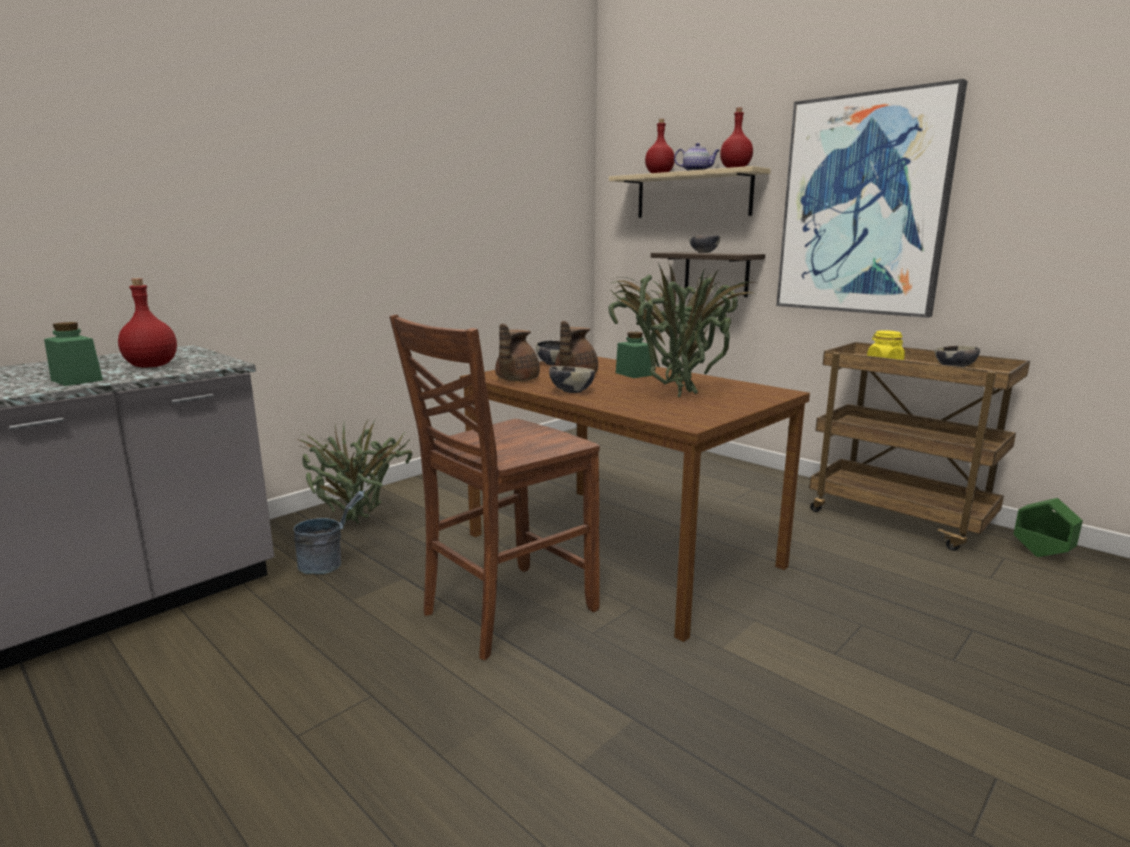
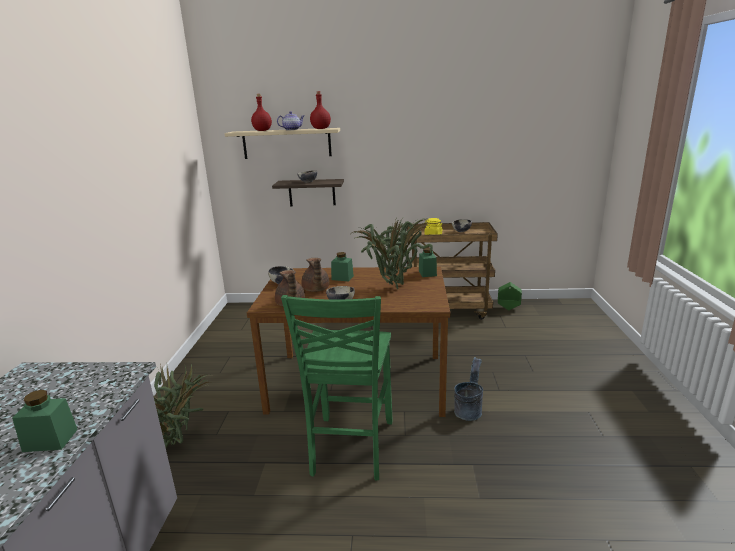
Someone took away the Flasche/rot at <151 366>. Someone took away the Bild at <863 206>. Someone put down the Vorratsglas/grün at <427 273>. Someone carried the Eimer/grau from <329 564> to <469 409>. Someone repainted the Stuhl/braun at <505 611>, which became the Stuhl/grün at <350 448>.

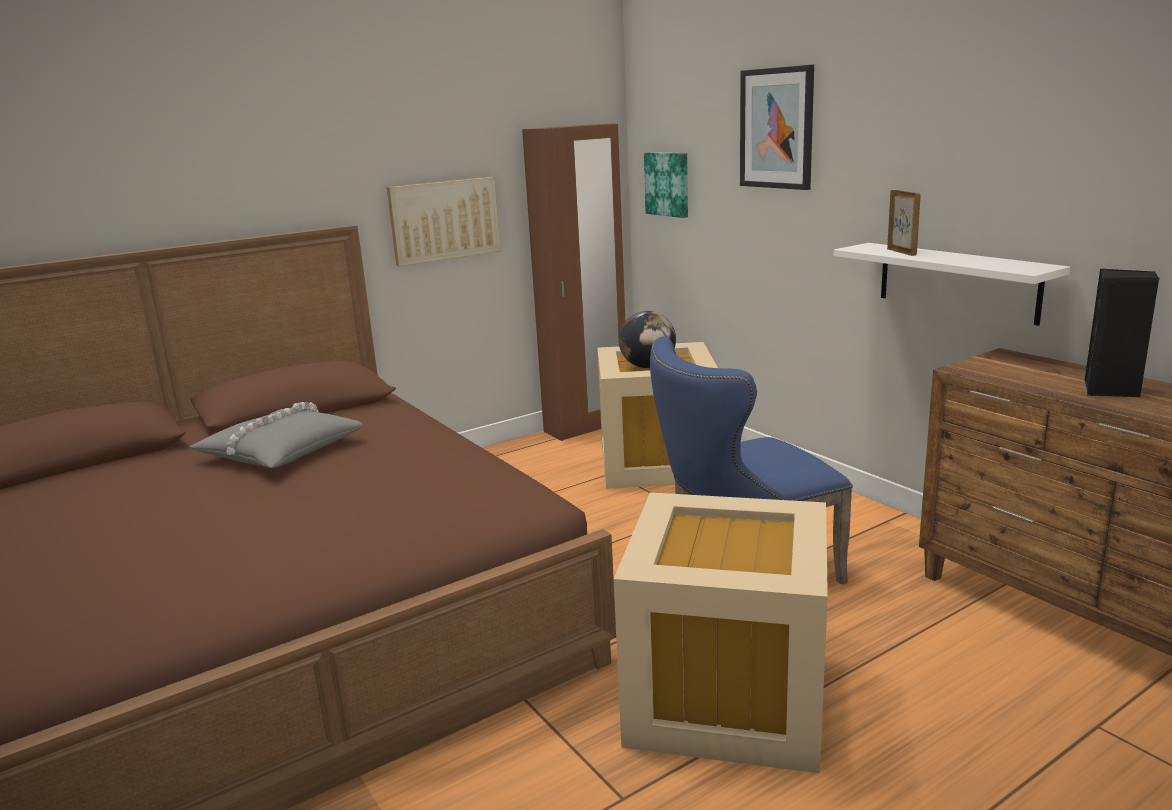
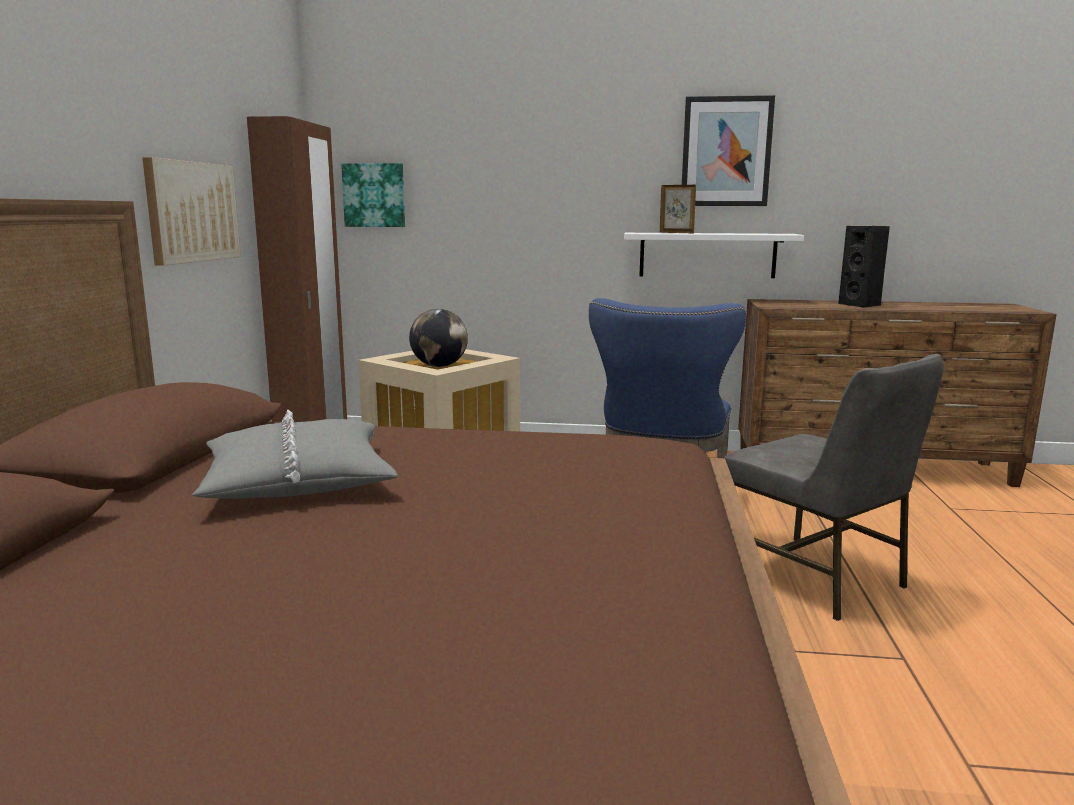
Someone carried the Bild from <776 128> to <726 152>. Someone swapped the Aufbewahrungsbox/beige at <723 699> for the Stuhl/grau at <815 577>.

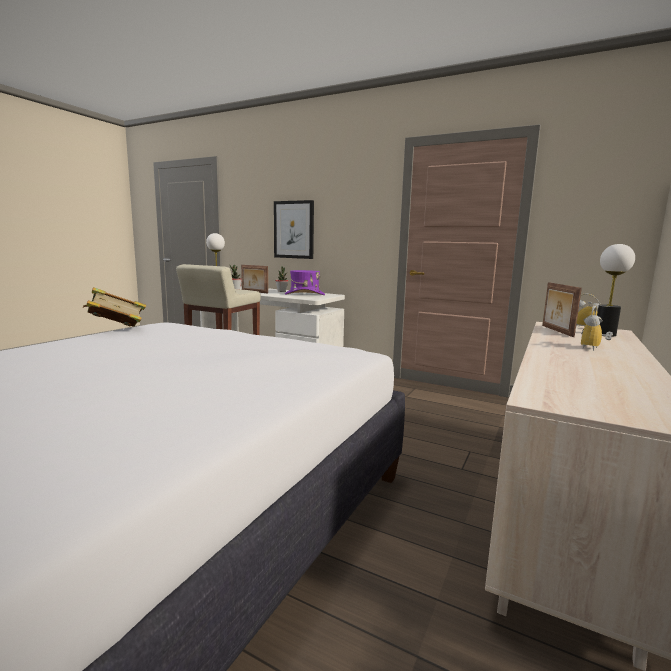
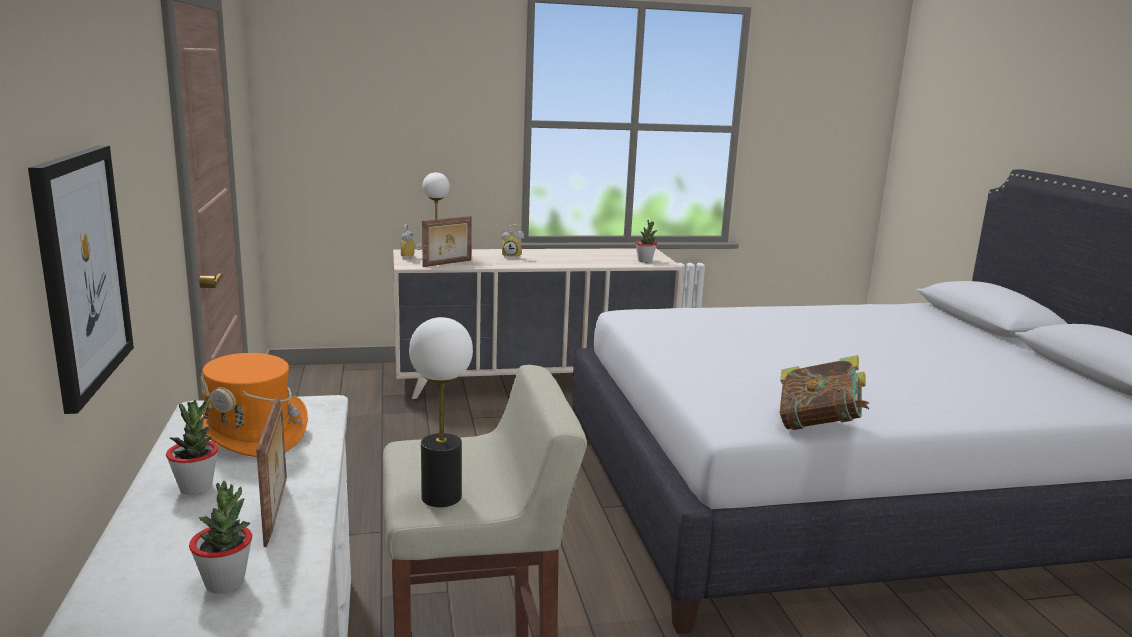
Someone put down the Topfpflanze at <645 261>. Someone repainted the Hut/lila at <304 294>, which became the Hut/orange at <251 434>.

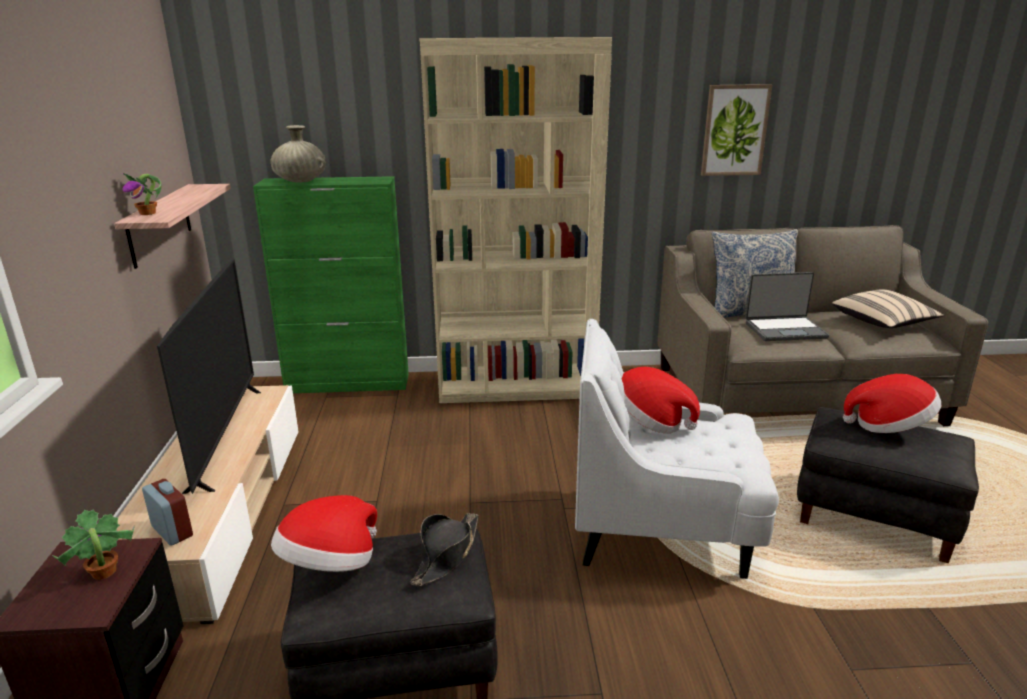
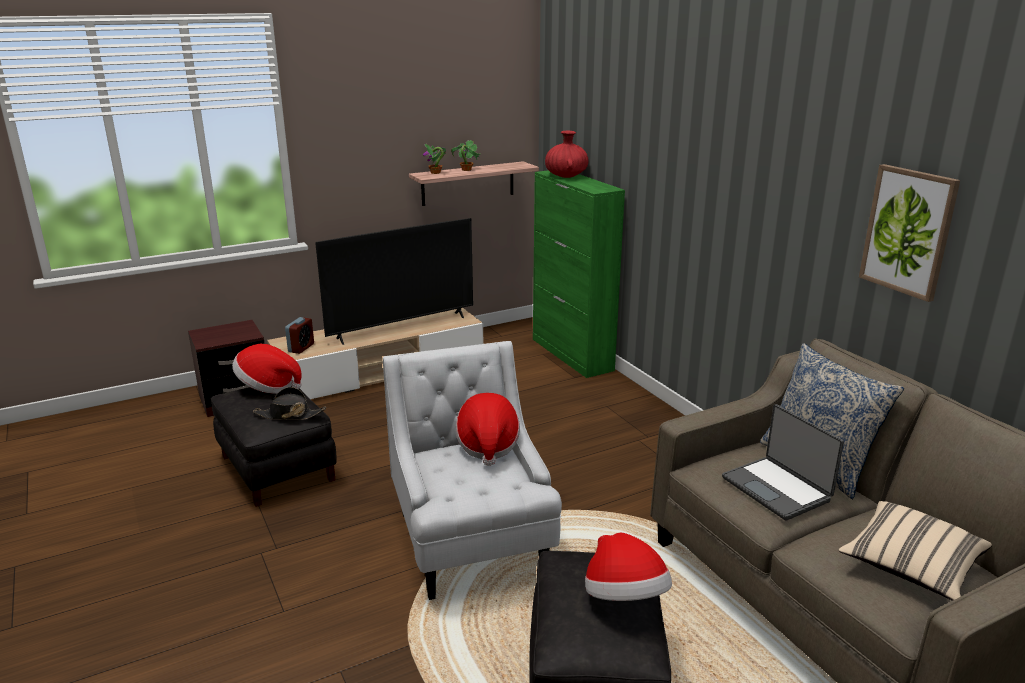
Someone took away the Bücherregal/beige at <516 386>. Someone carried the Topfpflanze from <103 572> to <466 170>. Someone repainted the Vase/beige at <300 181>, which became the Vase/rot at <566 176>.

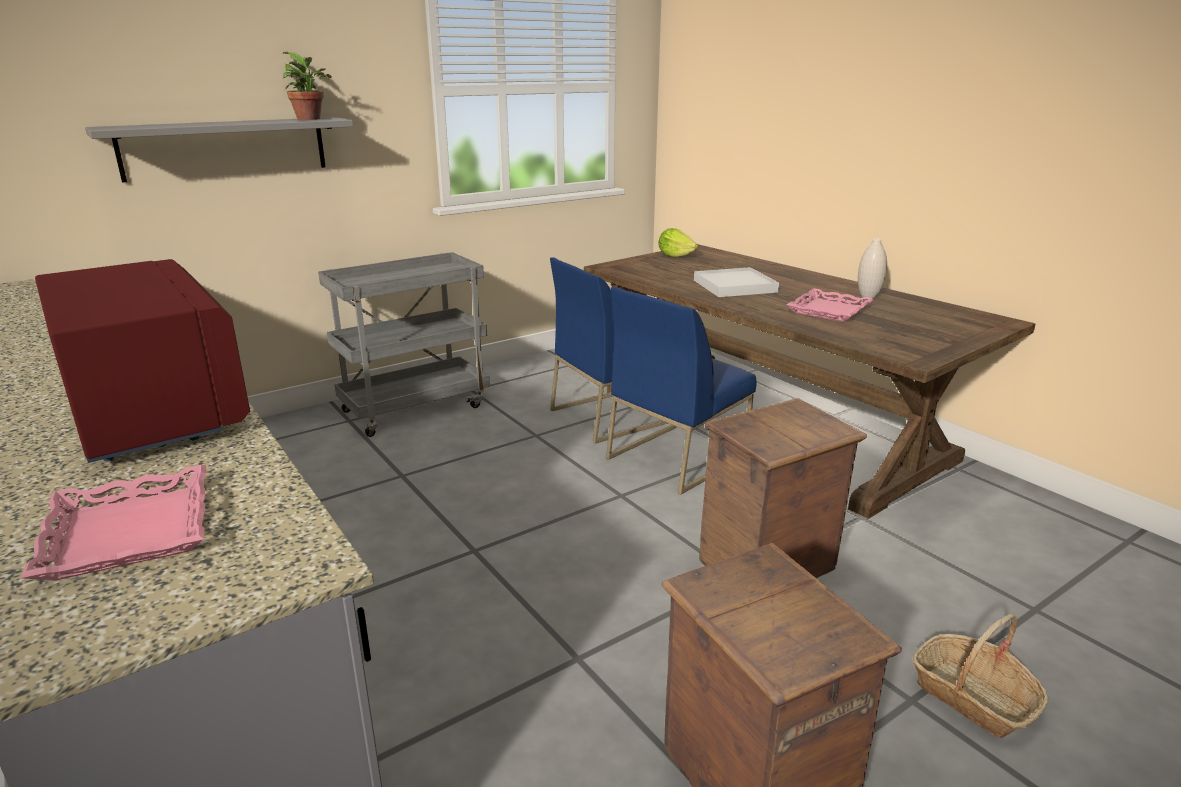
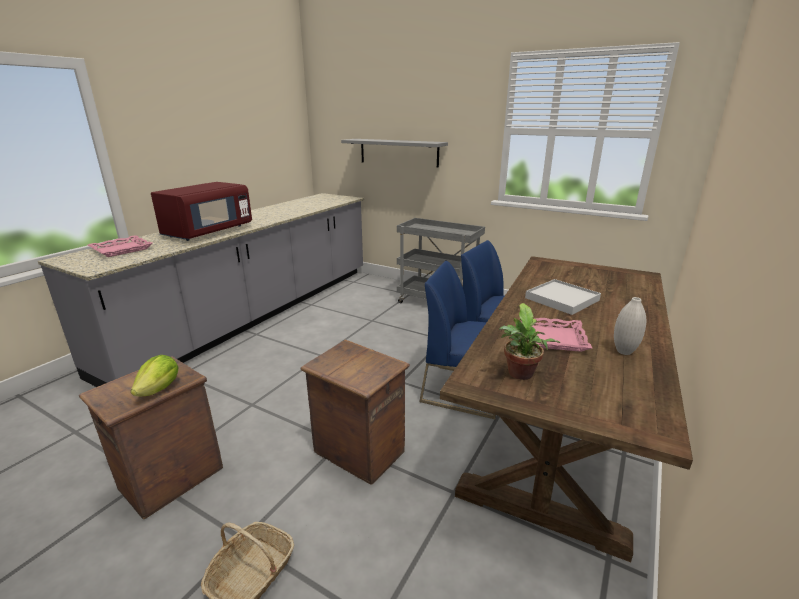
Someone carried the Topfpflanze from <311 119> to <520 375>. Someone carried the Salatkopf from <675 256> to <160 389>.

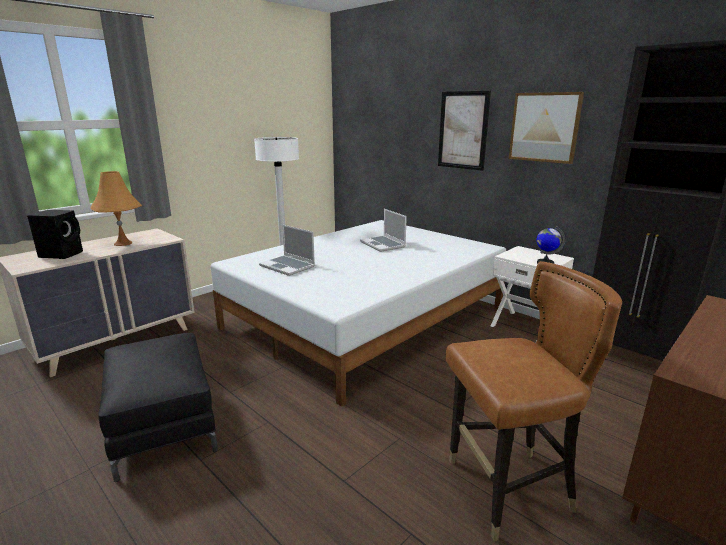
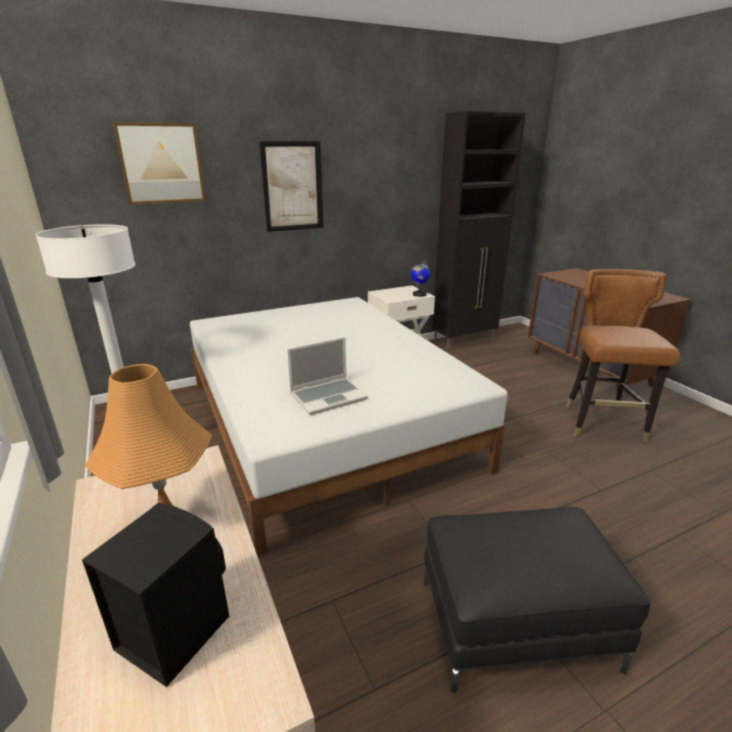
Someone took away the Laptop at <383 244>. Someone carried the Bild from <544 127> to <161 163>.

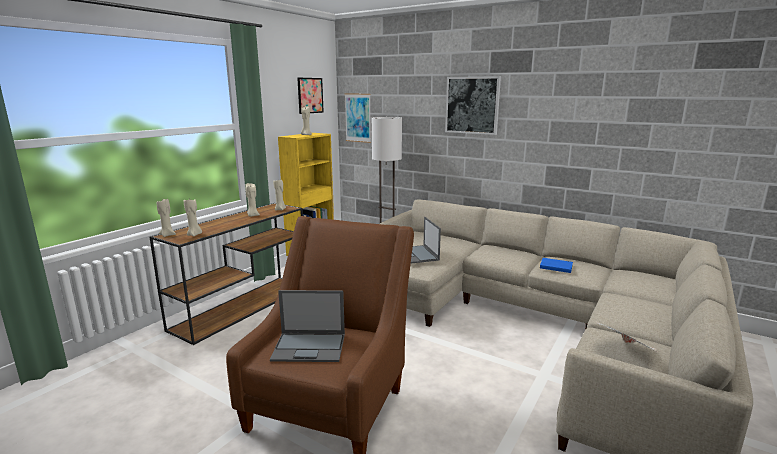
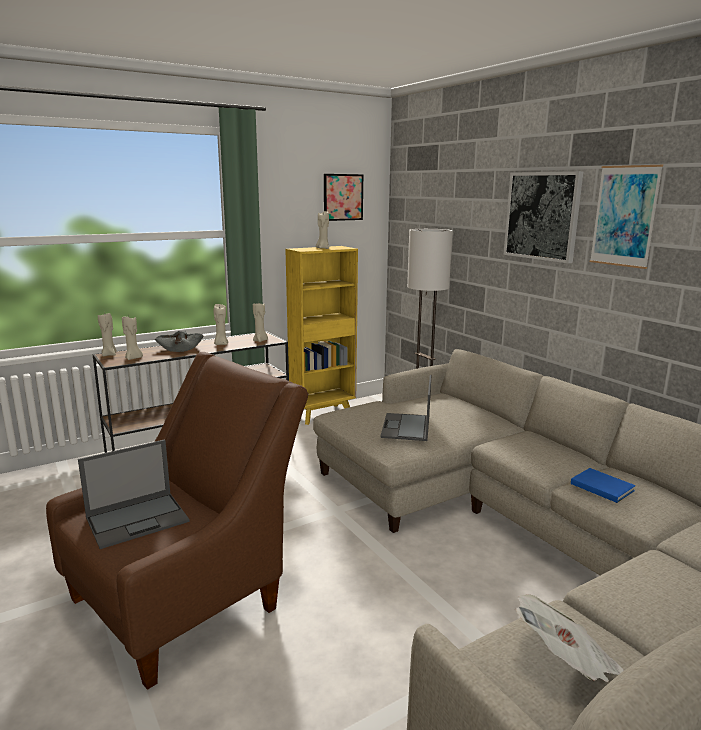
Someone put down the Schüssel/grau at <179 348>. Someone carried the Bild from <358 118> to <624 216>. Someone rotated the Laptop at <310 347> by 60 degrees counterclockwise.

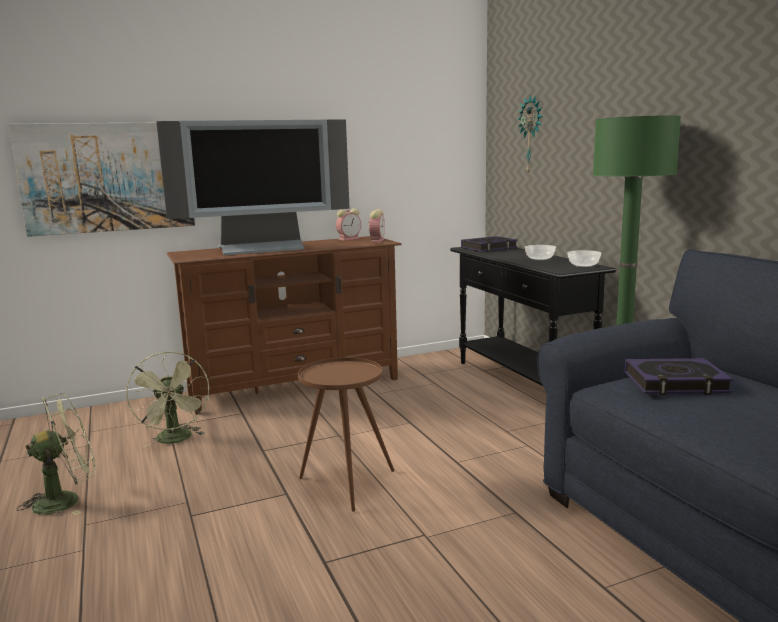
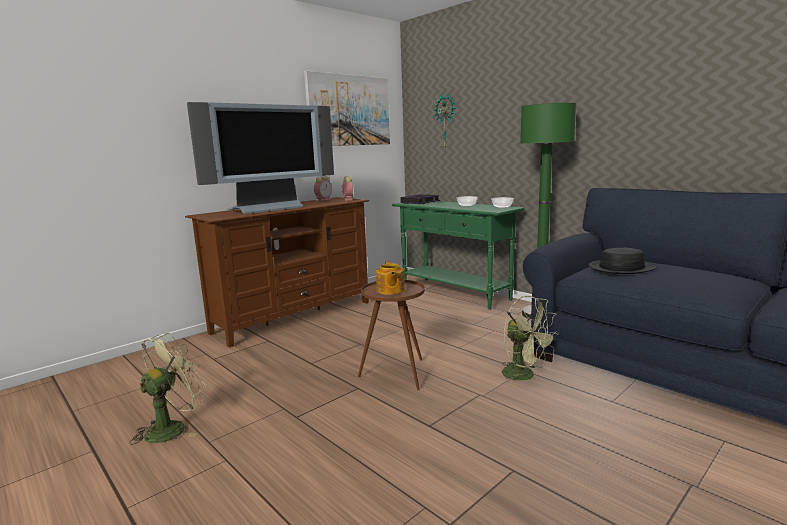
Someone put down the Teekanne at <390 290>. Someone carried the Bild from <107 177> to <349 110>. Someone carried the Ventilator/grün from <176 440> to <525 376>. Someone swapped the Buch at <675 383> for the Hut/schwarz at <621 268>. Someone repainted the Konsolentisch/schwarz at <522 381>, which became the Konsolentisch/grün at <454 293>.

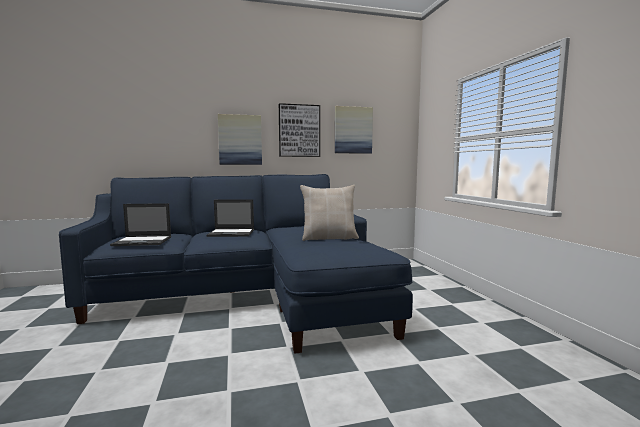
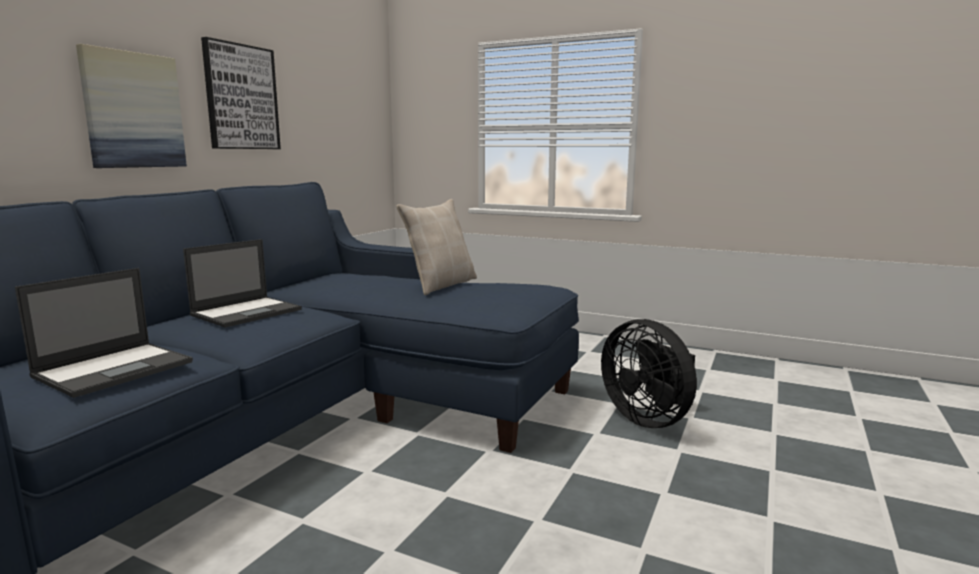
Someone took away the Bild at <353 130>. Someone put down the Ventilator/schwarz at <649 418>.

